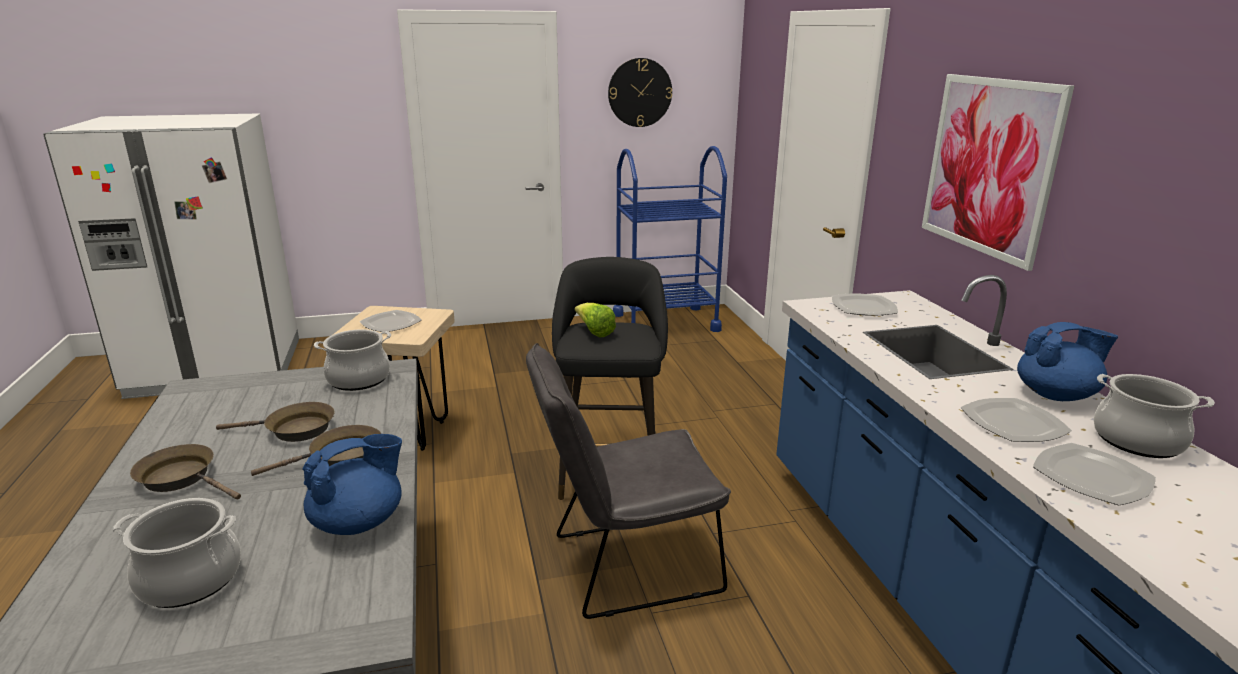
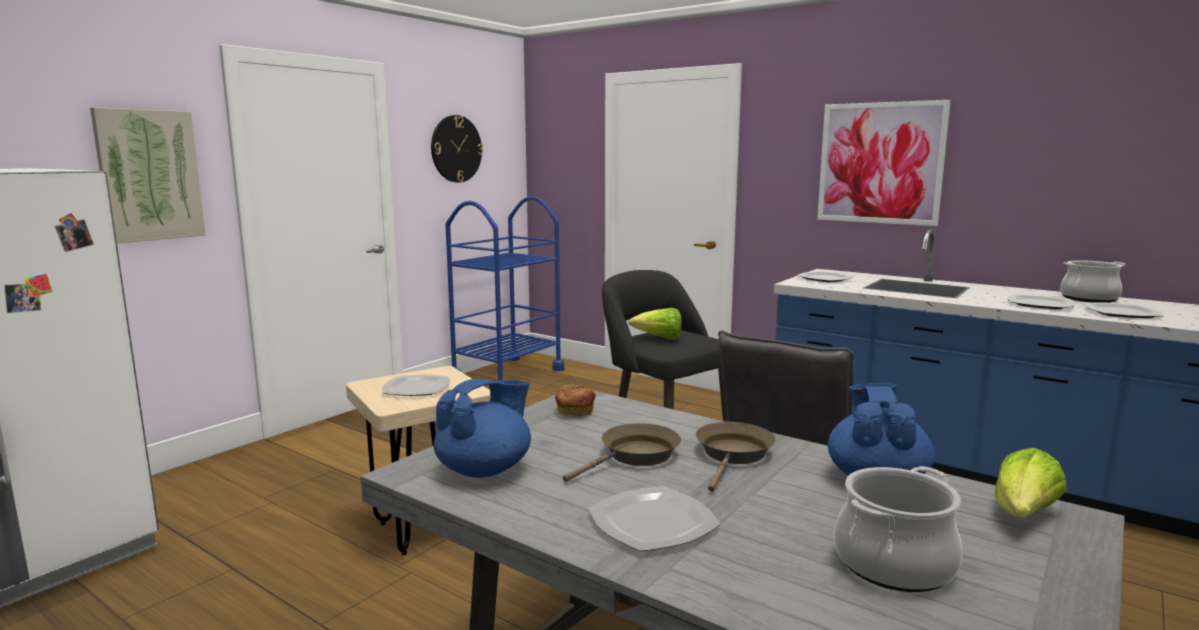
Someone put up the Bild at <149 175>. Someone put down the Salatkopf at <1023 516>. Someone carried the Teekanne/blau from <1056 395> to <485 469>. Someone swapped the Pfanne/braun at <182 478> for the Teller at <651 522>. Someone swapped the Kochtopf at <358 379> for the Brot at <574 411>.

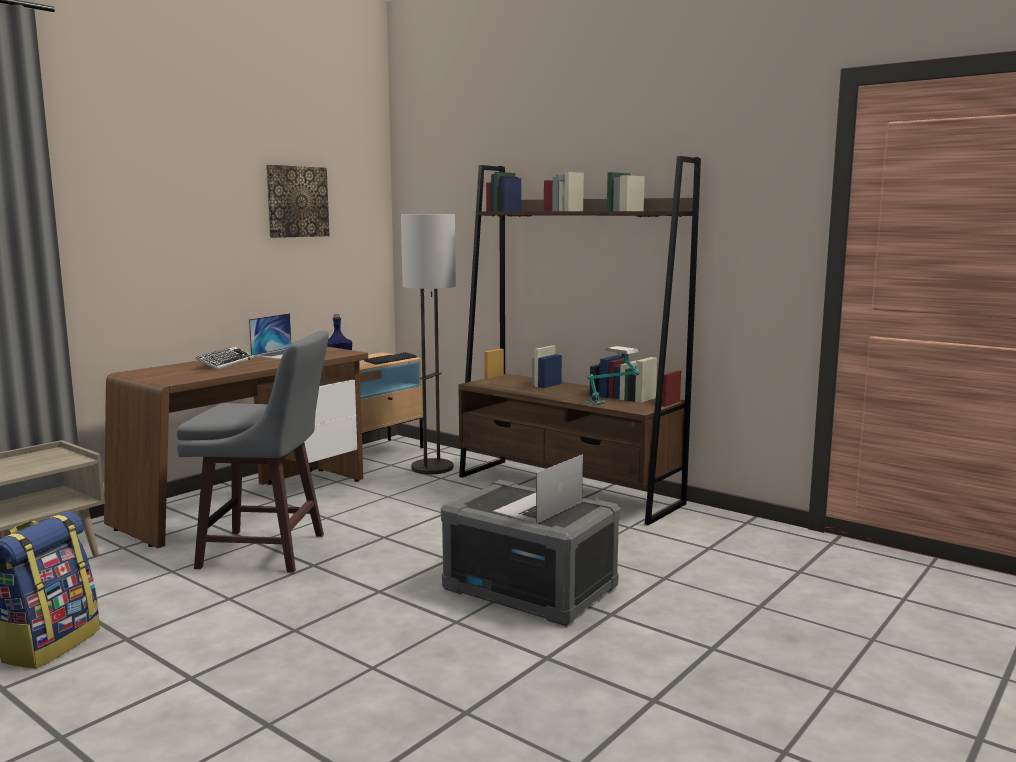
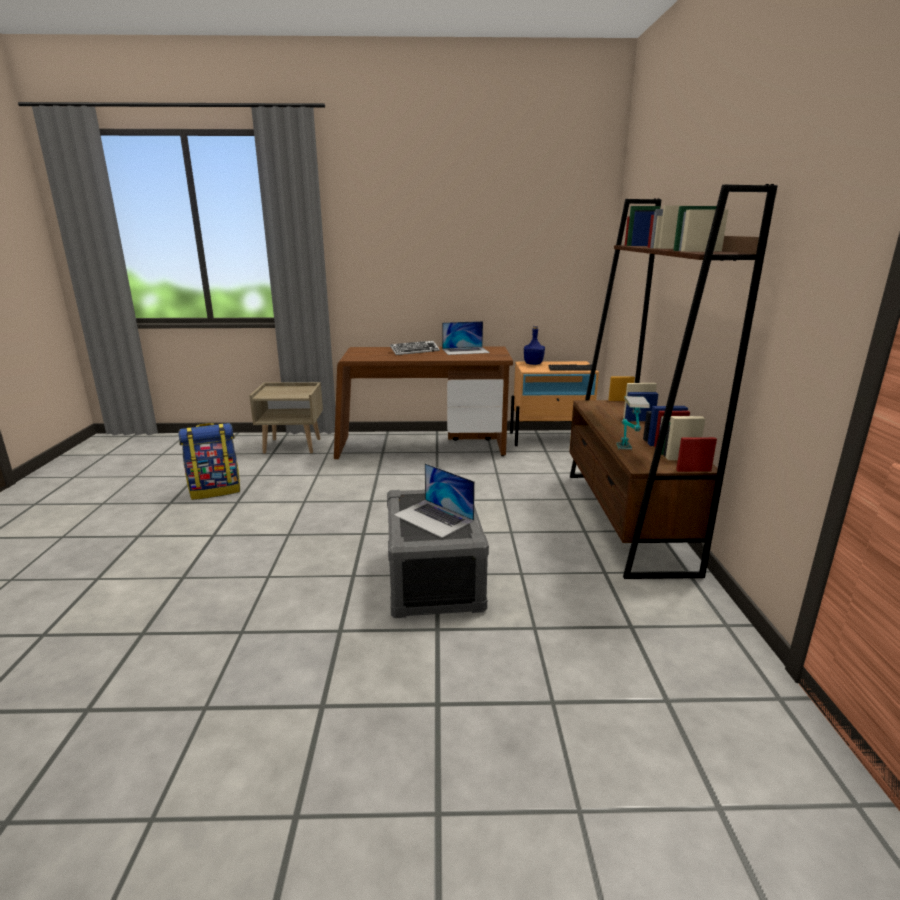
Someone took away the Hocker/grau at <266 552>. Someone took away the Bild at <296 201>. Someone took away the Stehlampe at <432 468>. Someone rotated the Laptop at <538 507> by 135 degrees counterclockwise.

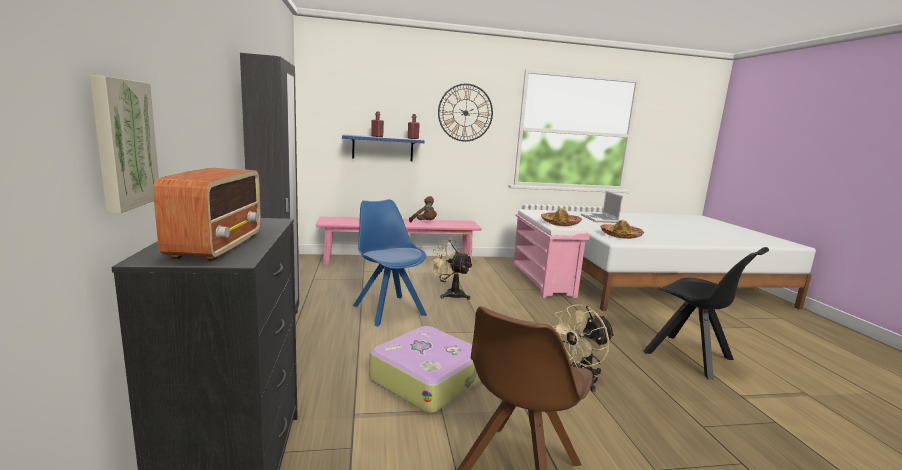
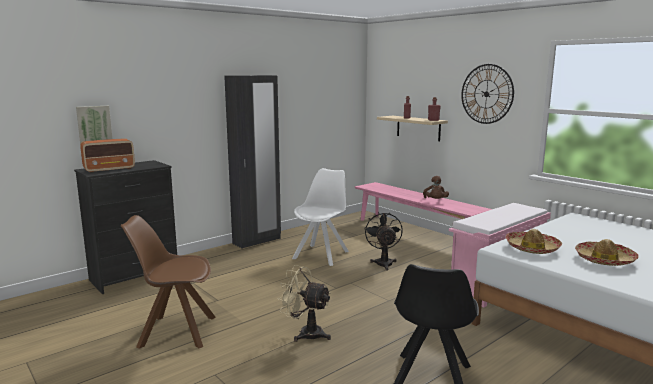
Someone took away the Koffer at <427 379>. Someone took away the Laptop at <600 219>. Someone carried the Hut from <560 223> to <604 260>. Someone repainted the Wandregal/blau at <382 148>, which became the Wandregal/beige at <418 128>. Someone repainted the Stuhl/blau at <388 309>, which became the Stuhl/weiß at <322 254>. Someone repainted the Ventilator/beige at <450 294>, which became the Ventilator/schwarz at <383 262>.

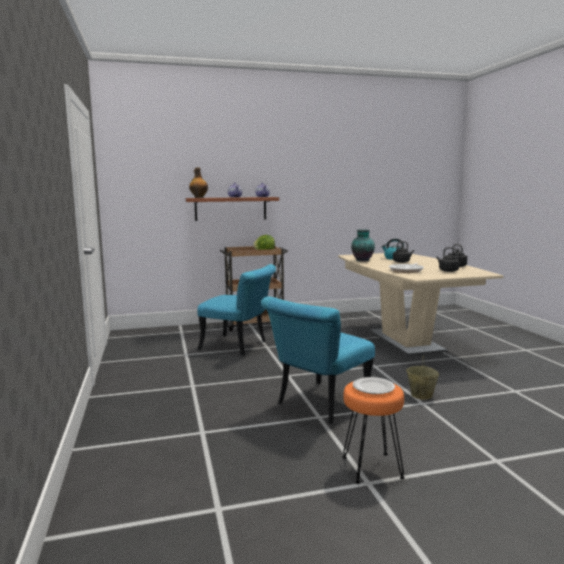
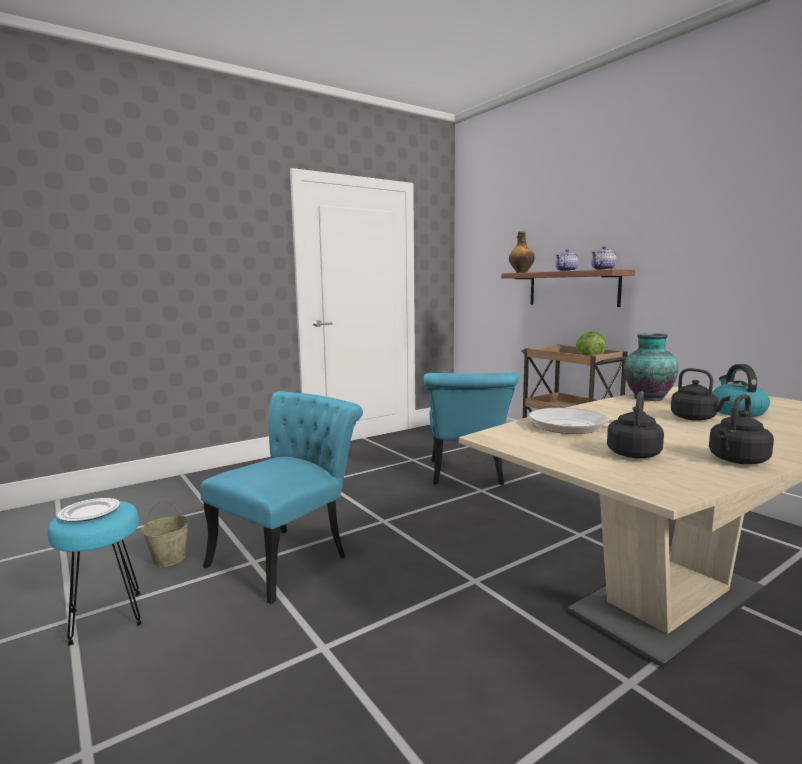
Someone carried the Eimer/beige from <421 395> to <170 559>. Someone repainted the Hocker/orange at <371 468>, which became the Hocker/türkis at <106 617>. Someone rotated the Stuhl/türkis at <318 405> by 105 degrees clockwise.

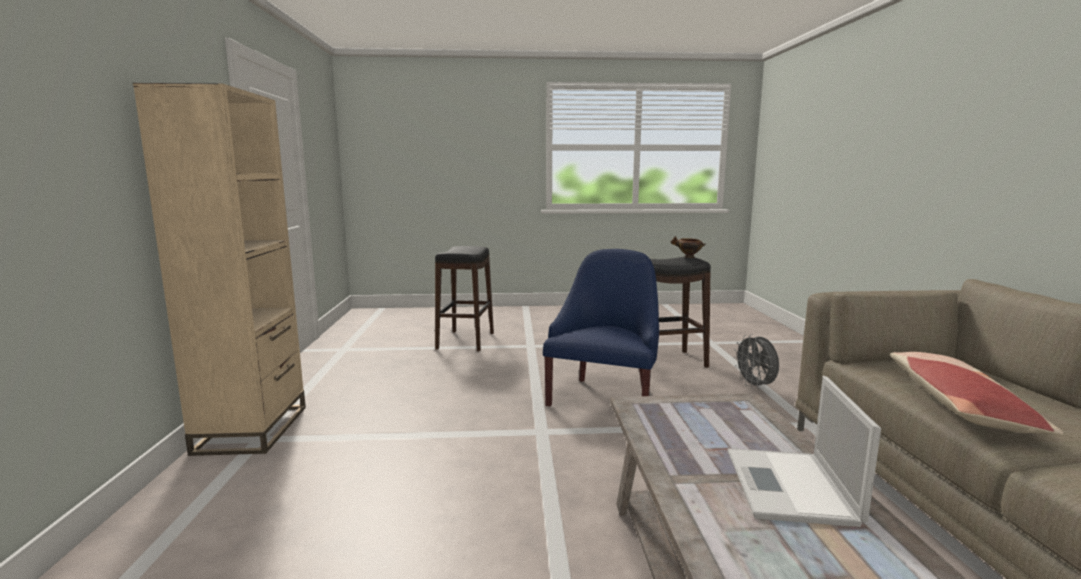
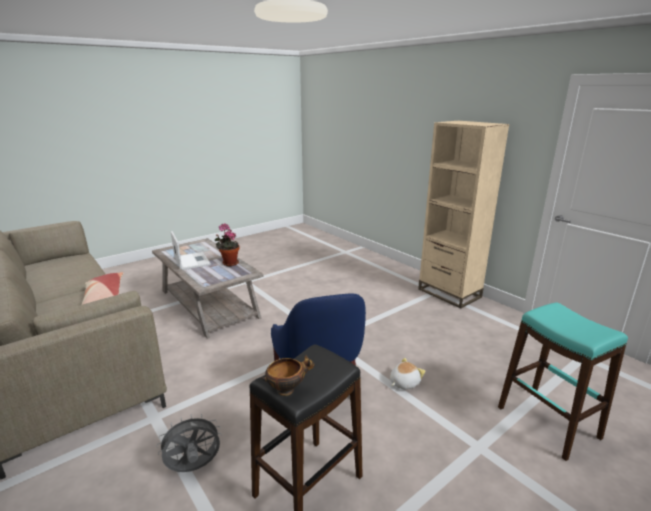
Someone put down the Topfpflanze at <229 263>. Someone put down the Plüschtier at <404 382>. Someone repainted the Hocker/schwarz at <466 341>, which became the Hocker/türkis at <547 422>. Someone rotated the Ventilator/grau at <755 386> by 60 degrees counterclockwise.

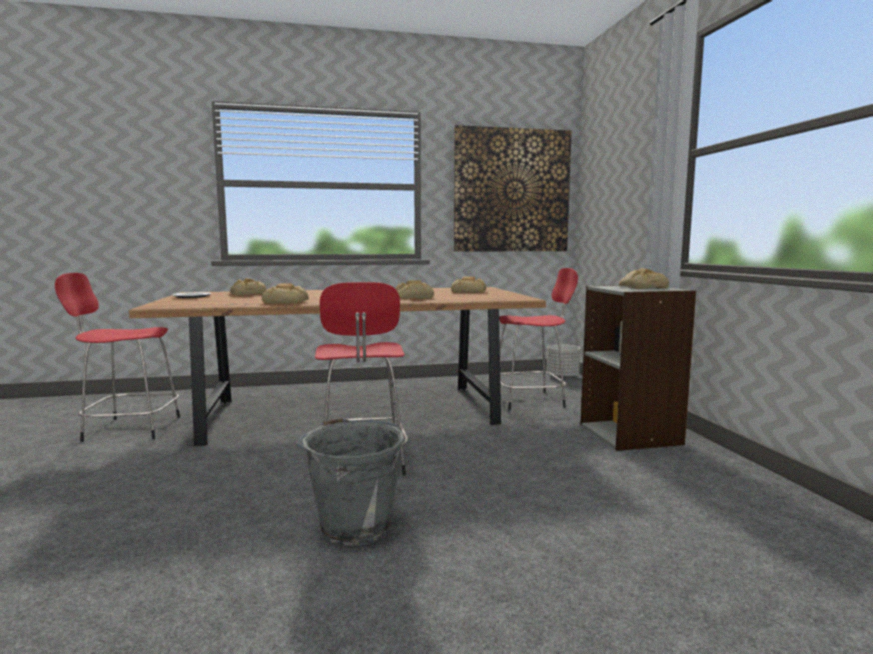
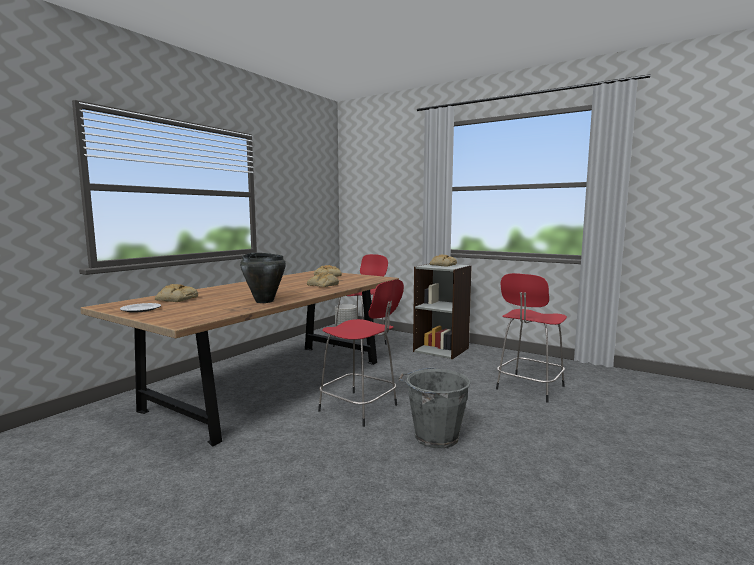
Someone took away the Bild at <511 191>. Someone carried the Hocker/rot from <129 428> to <529 388>. Someone swapped the Brot at <287 302> for the Kochtopf/schwarz at <264 301>.

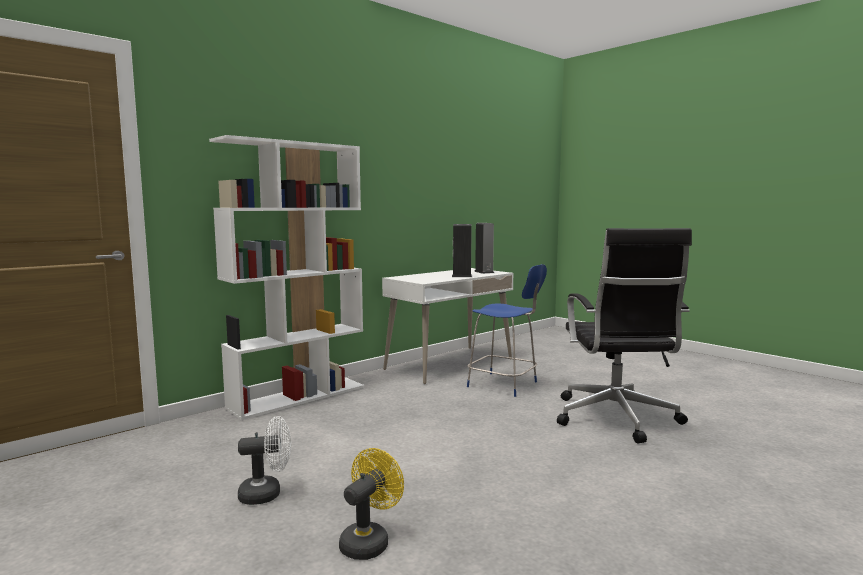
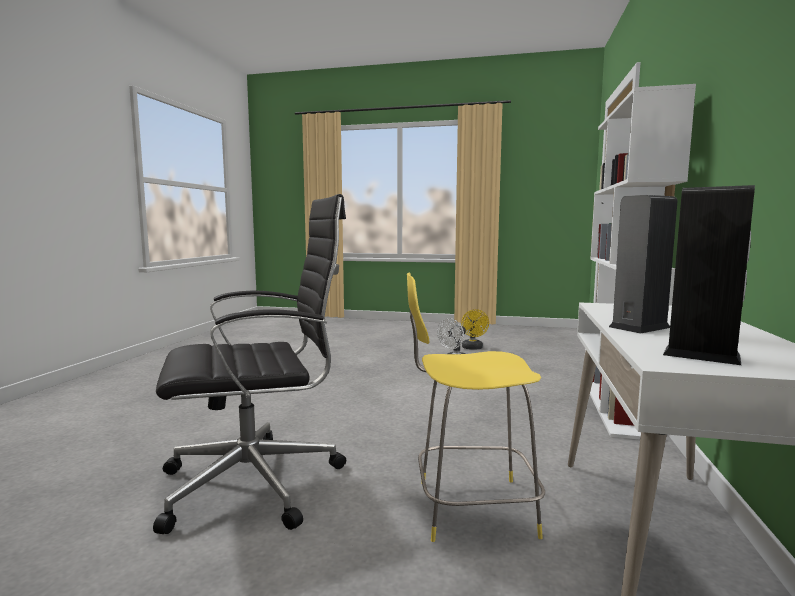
Someone carried the Ventilator/gelb from <369 541> to <473 348>. Someone repainted the Hocker/blau at <504 385>, which became the Hocker/gelb at <470 508>. Someone rotated the Bürostuhl/schwarz at <616 419> by 105 degrees clockwise.

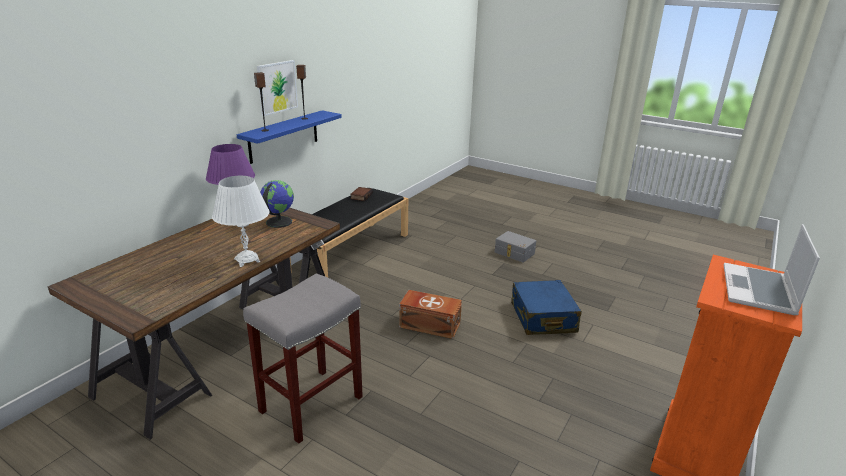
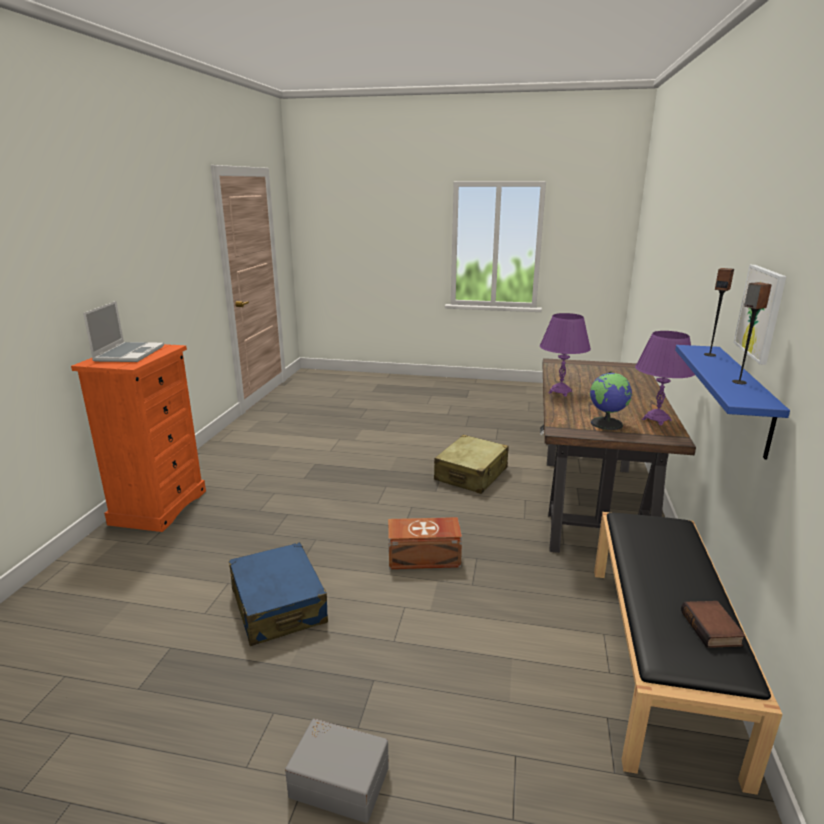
Someone swapped the Hocker/grau at <310 405> for the Koffer/beige at <471 474>. Someone repainted the Tischlampe/weiß at <247 260>, which became the Tischlampe/lila at <560 392>.

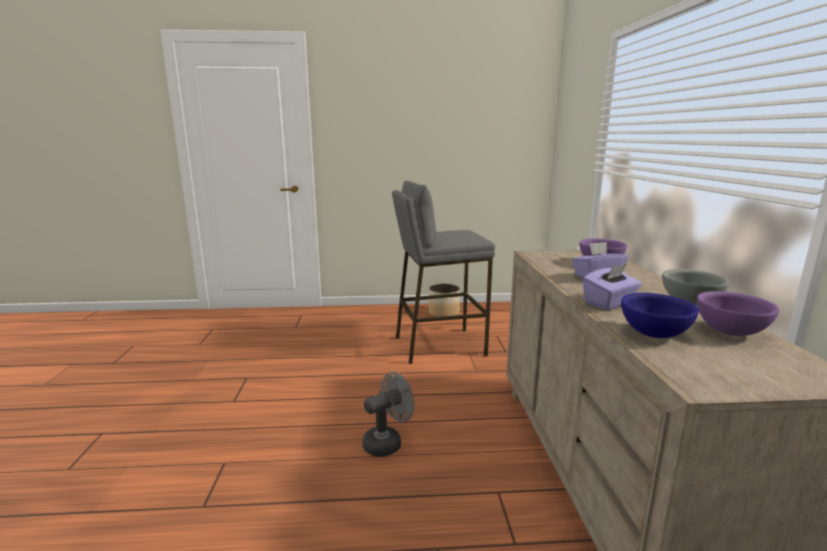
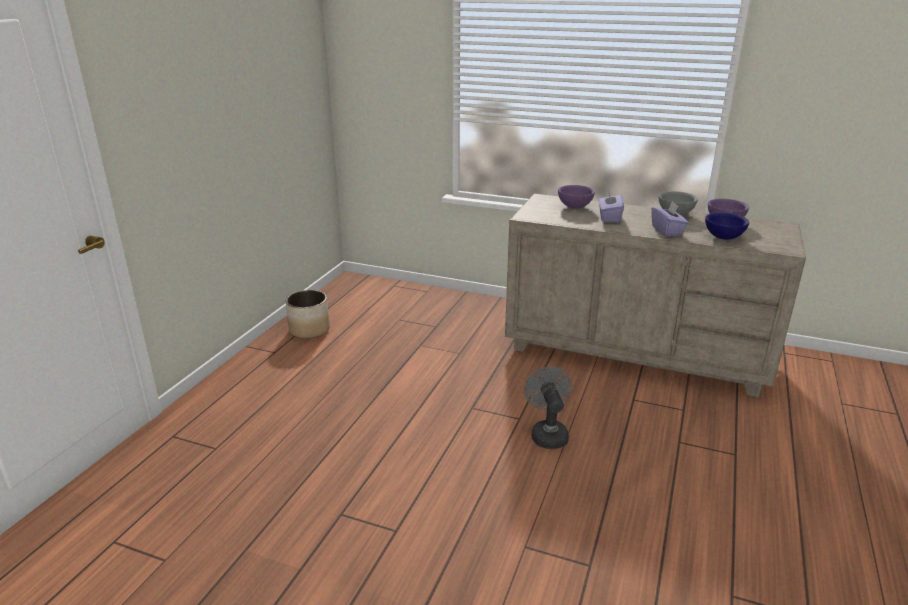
Someone took away the Hocker/grau at <439 345>.

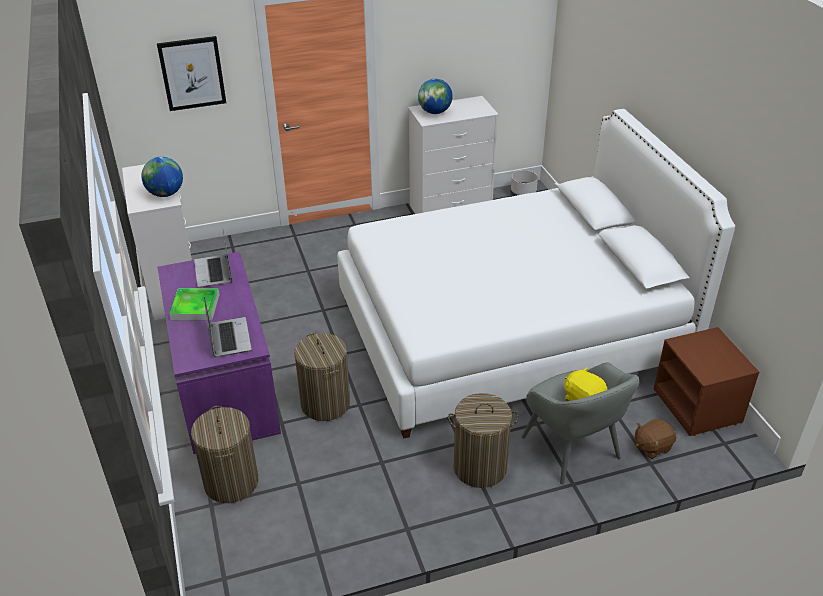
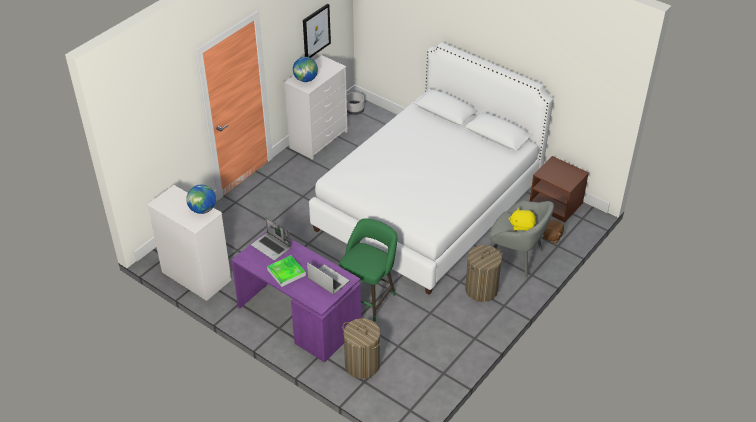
Someone carried the Bild from <192 73> to <316 31>. Someone swapped the Wäschekorb at <325 404> for the Hocker/grün at <368 298>.

